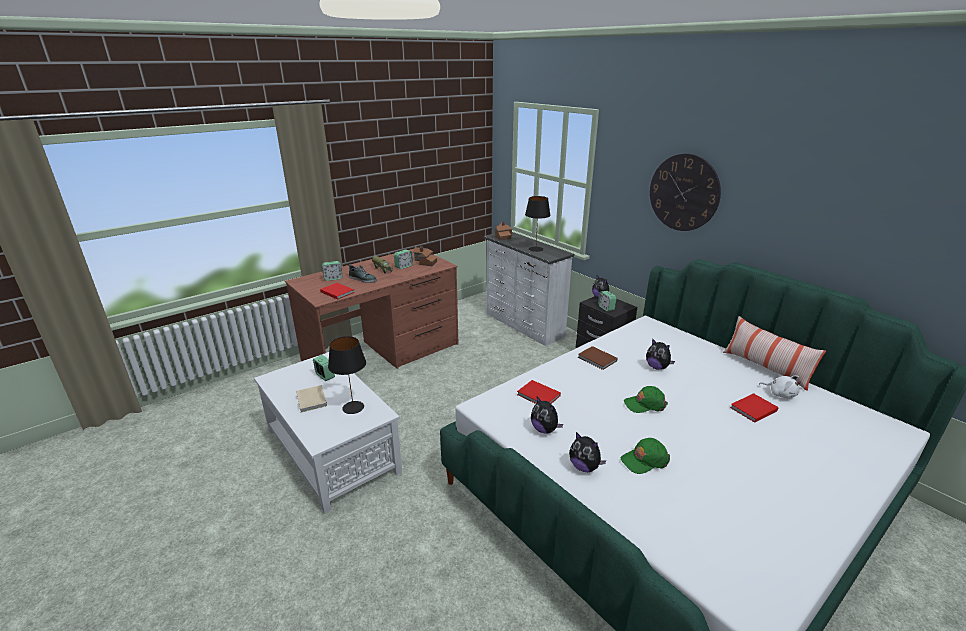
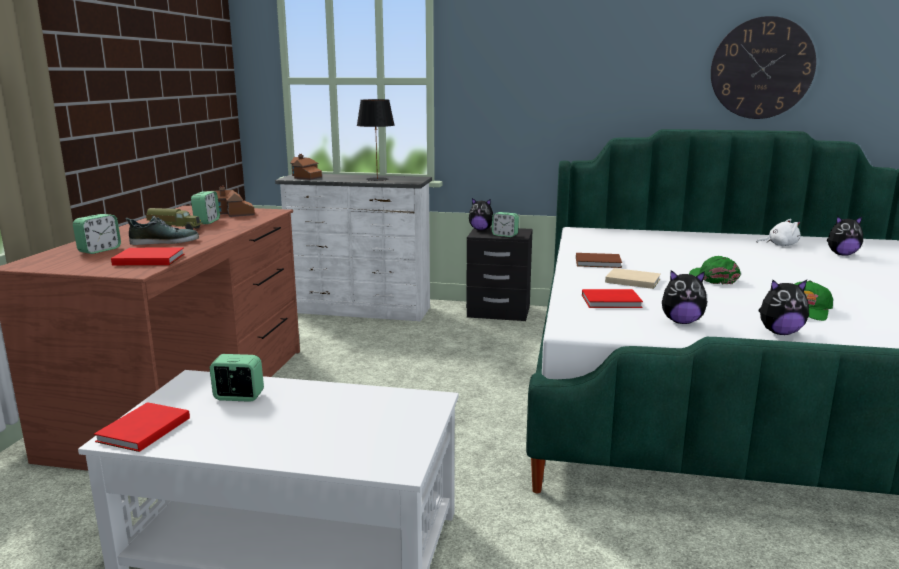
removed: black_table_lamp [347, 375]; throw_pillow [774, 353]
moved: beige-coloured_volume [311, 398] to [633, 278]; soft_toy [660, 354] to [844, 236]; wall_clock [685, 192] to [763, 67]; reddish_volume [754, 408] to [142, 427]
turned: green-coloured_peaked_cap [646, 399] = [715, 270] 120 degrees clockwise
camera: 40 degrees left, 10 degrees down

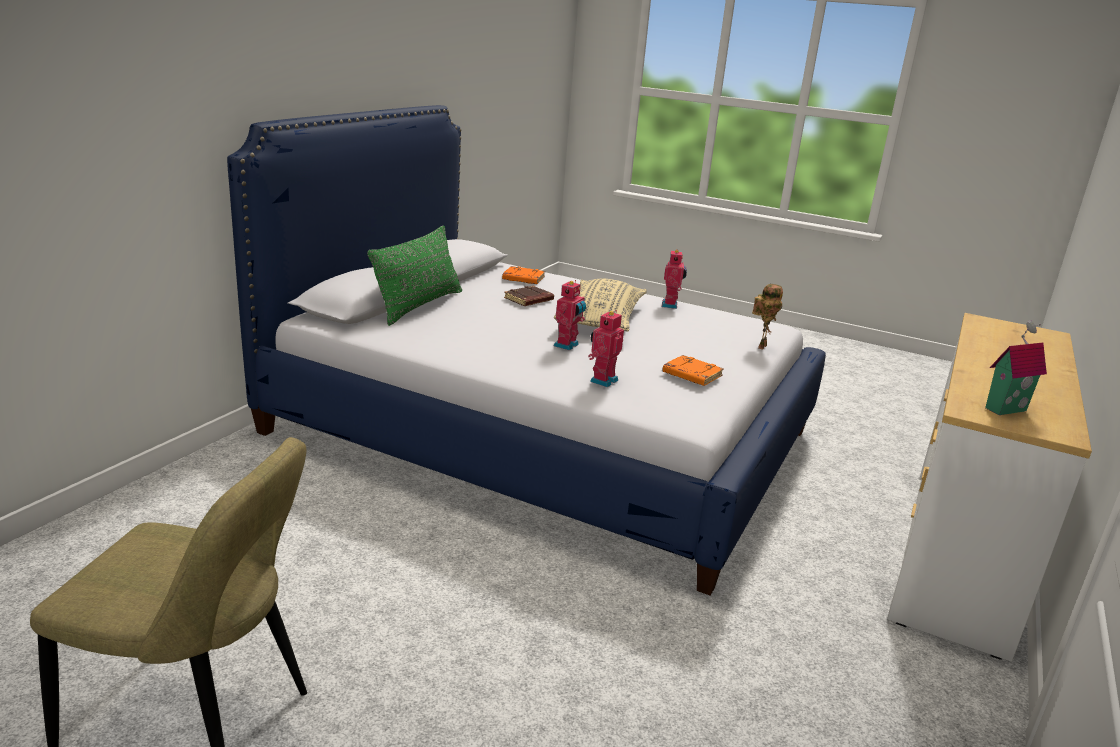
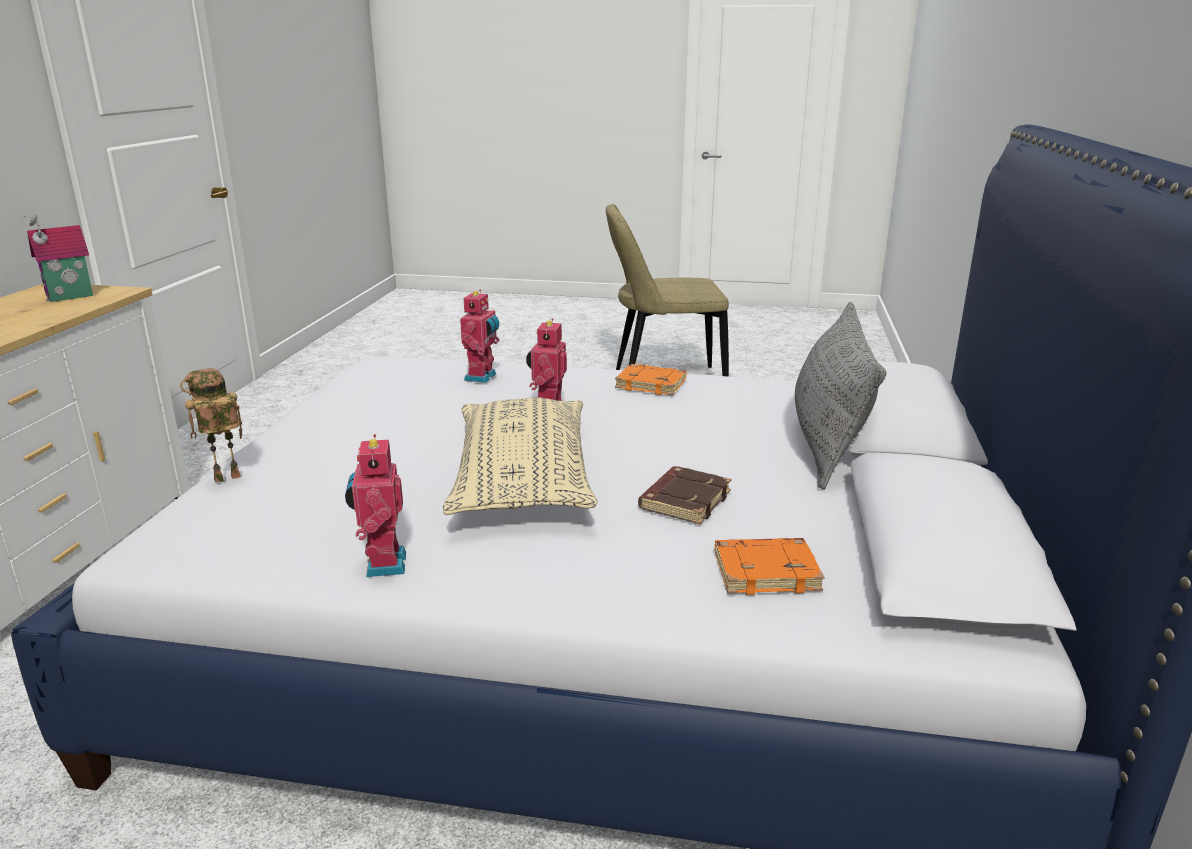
moved: orangey_volume [693, 370] to [651, 379]
recoloured: green-coloured_throw_pillow [414, 275] to gray_throw_pillow [840, 395]
turned: model_robot [767, 317] = [211, 425] 45 degrees clockwise
camera: 165 degrees right, 0 degrees up

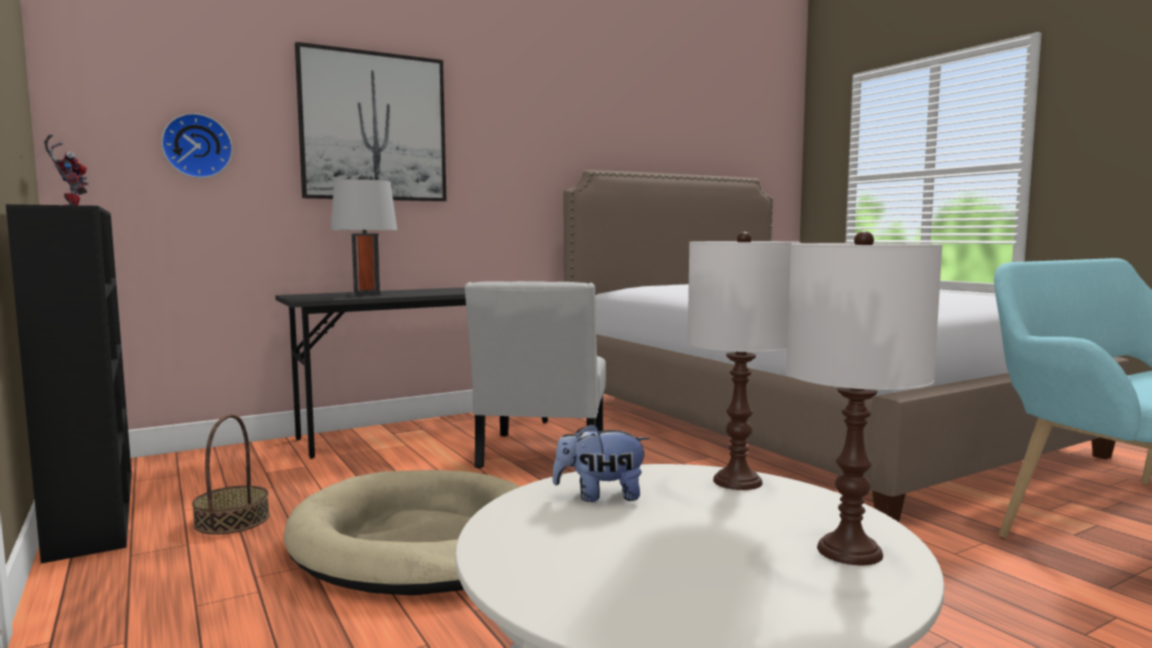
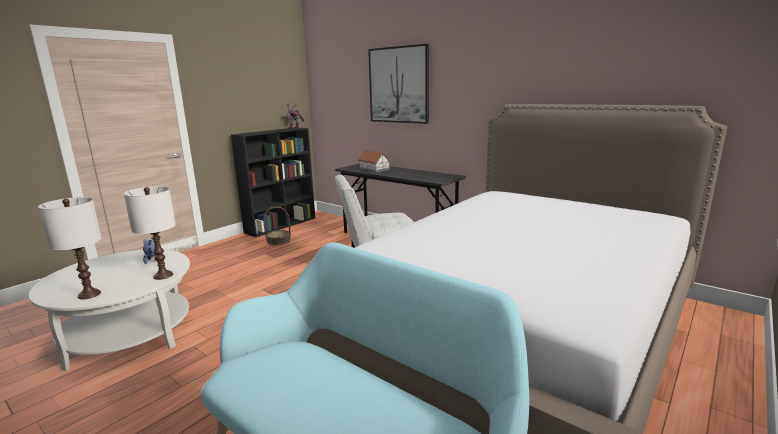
removed: wall_clock [197, 145]; beige-coloured_dog_cushion [402, 533]
replaced: gray_table_lamp [364, 235] to toy_house [374, 161]
camera: 70 degrees right, 10 degrees up

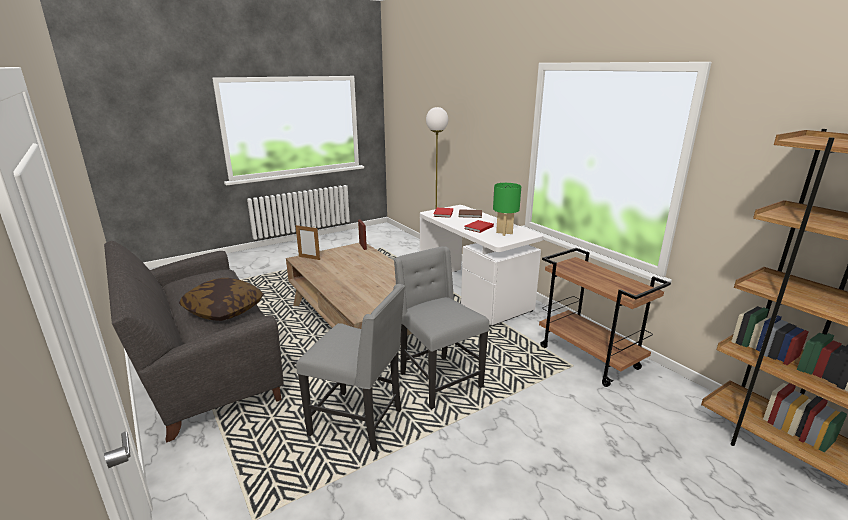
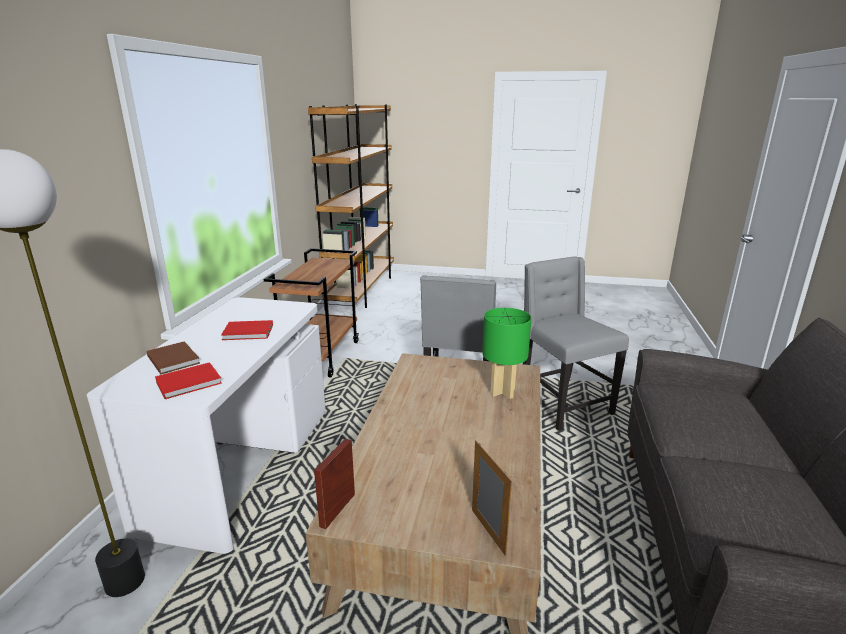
removed: throw_pillow [221, 299]
moved: green-coloured_table_lamp [507, 209] to [507, 353]
camera: 135 degrees left, 0 degrees up

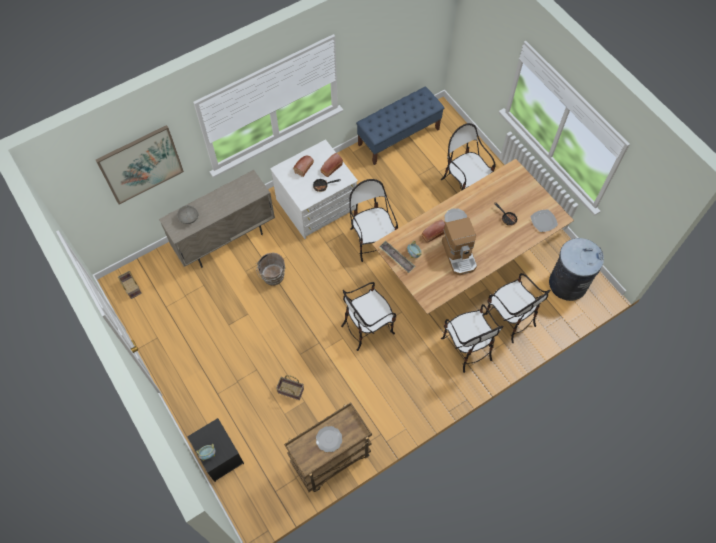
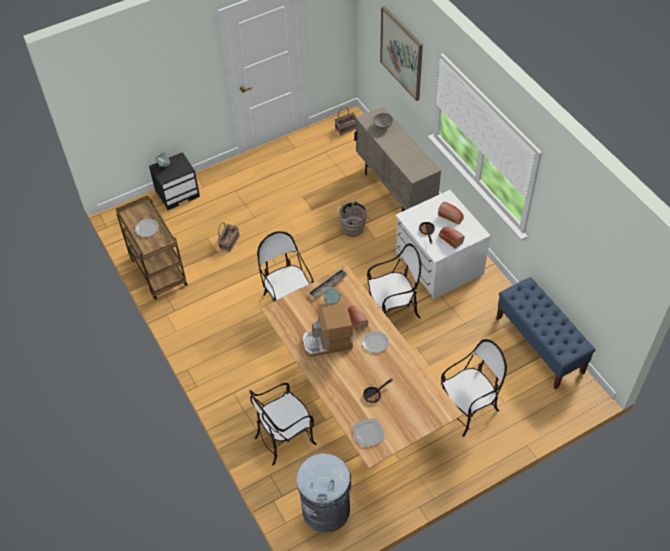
removed: plain_chair [472, 338]
camera: 95 degrees right, 10 degrees down

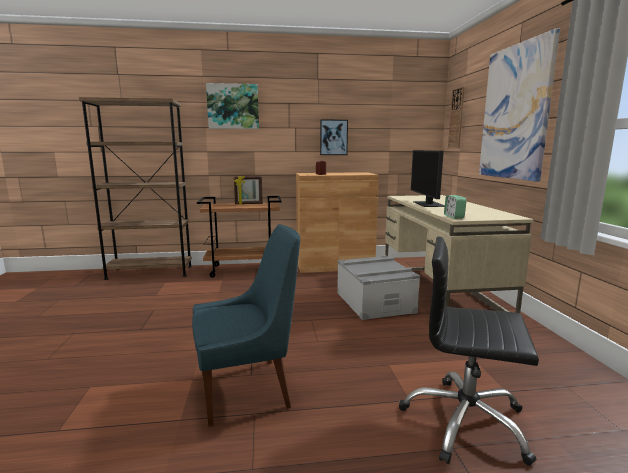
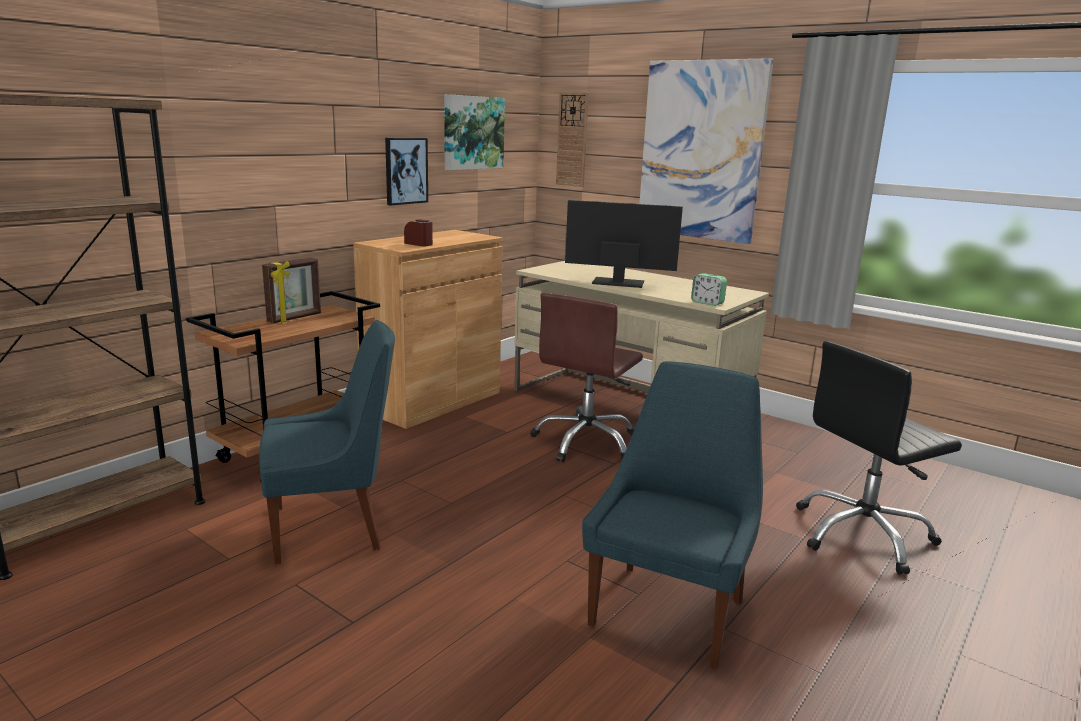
added: blue-coloured_plain_chair [327, 442]
moved: picture [232, 106] to [474, 132]
replaced: gray_storage_container [378, 288] to brown-coloured_computer_chair [586, 377]
turned: monitor [428, 178] = [624, 244] 150 degrees clockwise
camera: 45 degrees left, 5 degrees up

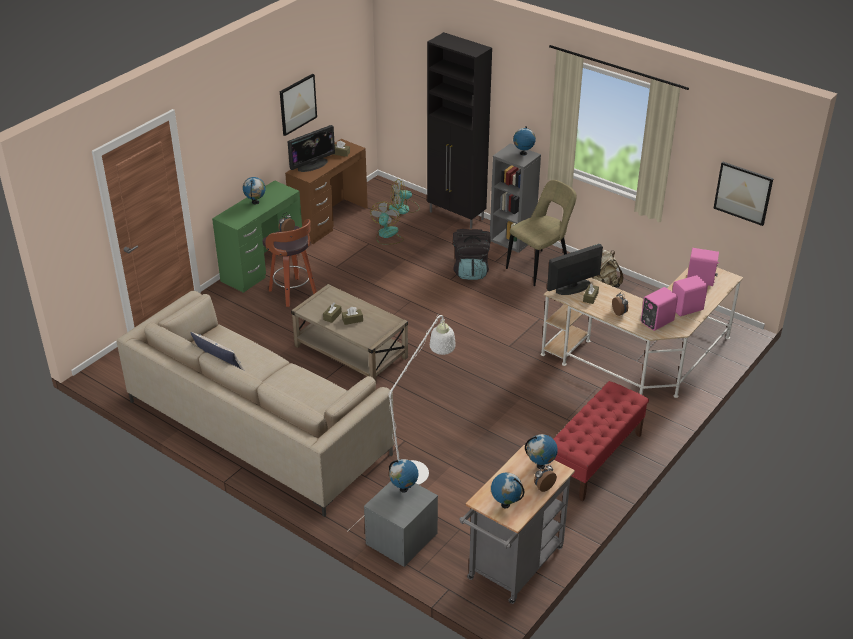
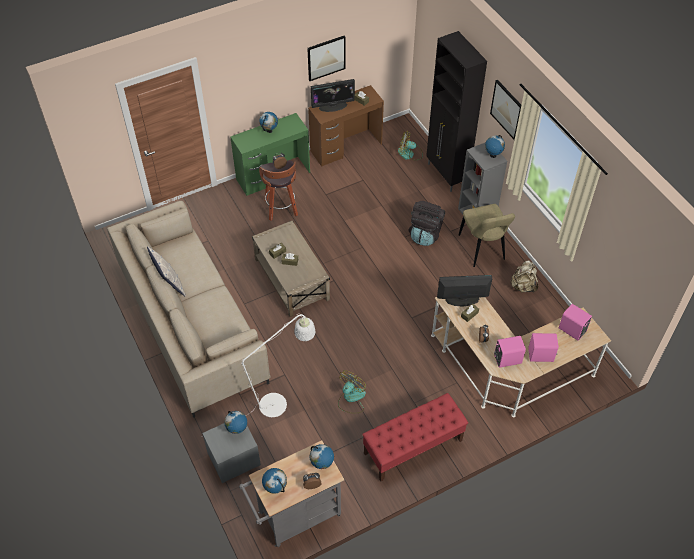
moved: fan [387, 223] to [352, 392]; picture [744, 194] to [505, 110]
turned: beige-coloured_plain_chair [541, 233] = [487, 235] 90 degrees clockwise
camera: 25 degrees right, 15 degrees up

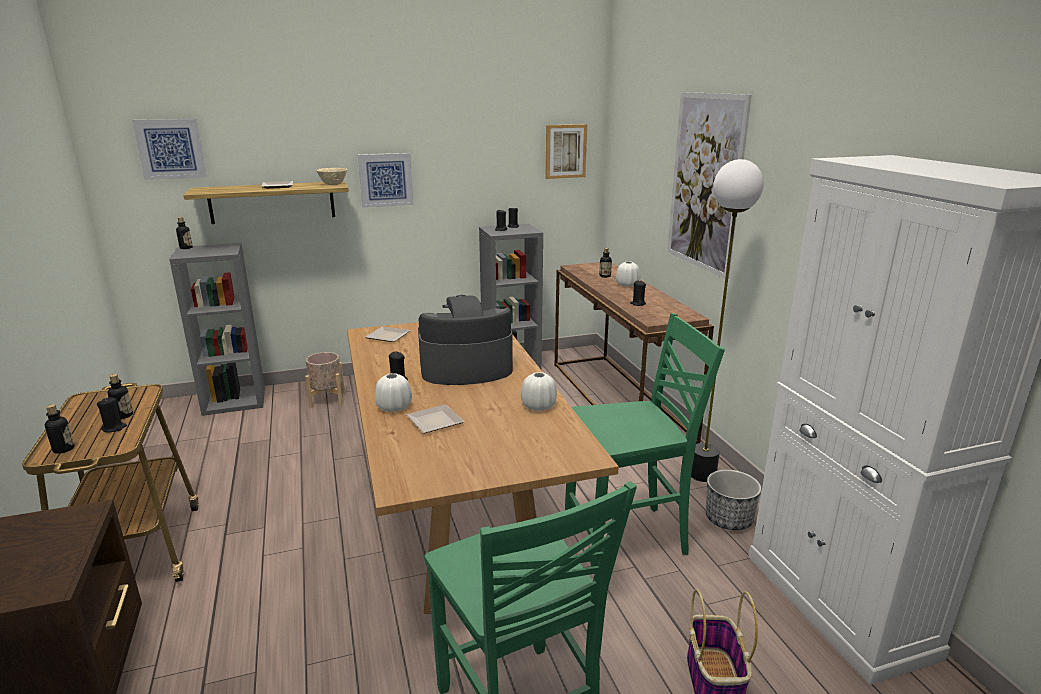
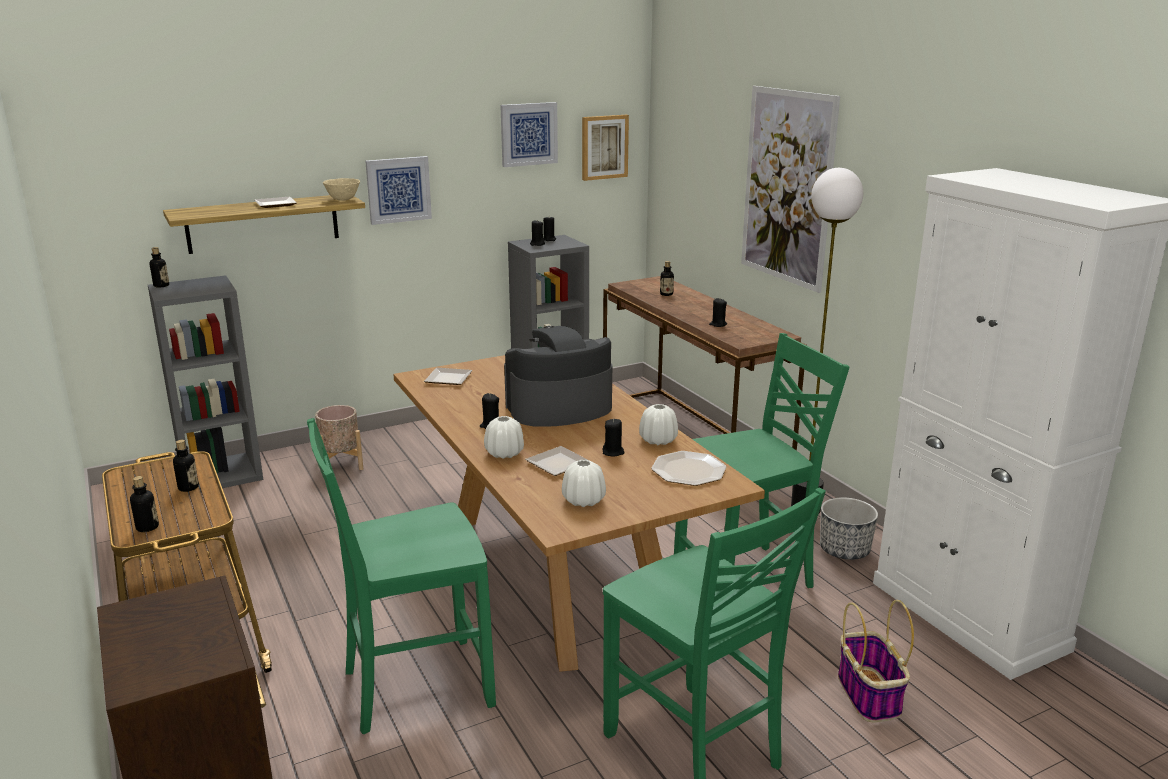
added: green-coloured_plain_chair [401, 576]; plate [688, 468]
moved: black_wax_light [112, 414] to [613, 437]; picture [169, 149] to [529, 134]; white-coloured_vase [628, 274] to [584, 483]
camera: 10 degrees left, 0 degrees up

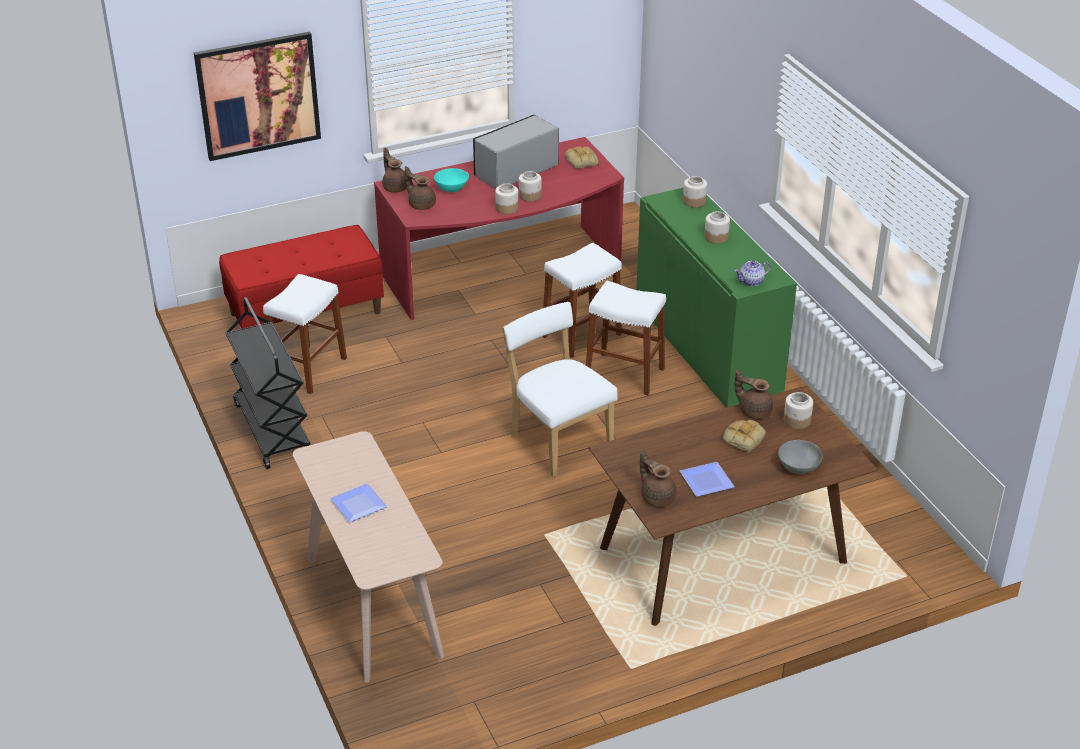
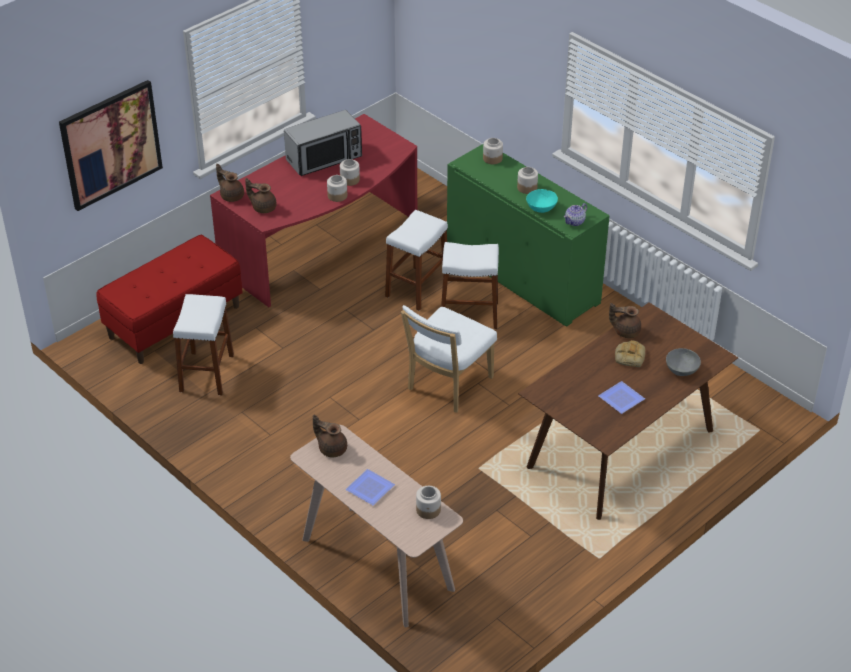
removed: black_wheeled_cart [268, 383]; baked_bread [581, 158]
moved: blue-green_serving_bowl [451, 180] to [542, 201]; brown-coloured_pot_for_tea [658, 478] to [330, 436]; preserve_jar [798, 410] to [428, 502]
turned: kitchen_microwave [516, 151] = [323, 143] 150 degrees counterclockwise; white-coloured_plain_chair [560, 389] = [449, 359] 90 degrees counterclockwise
camera: 20 degrees left, 5 degrees up

